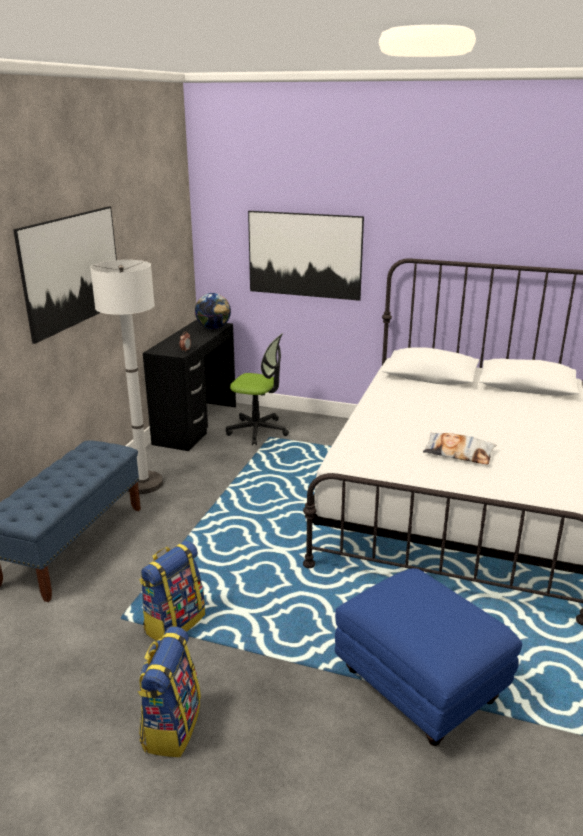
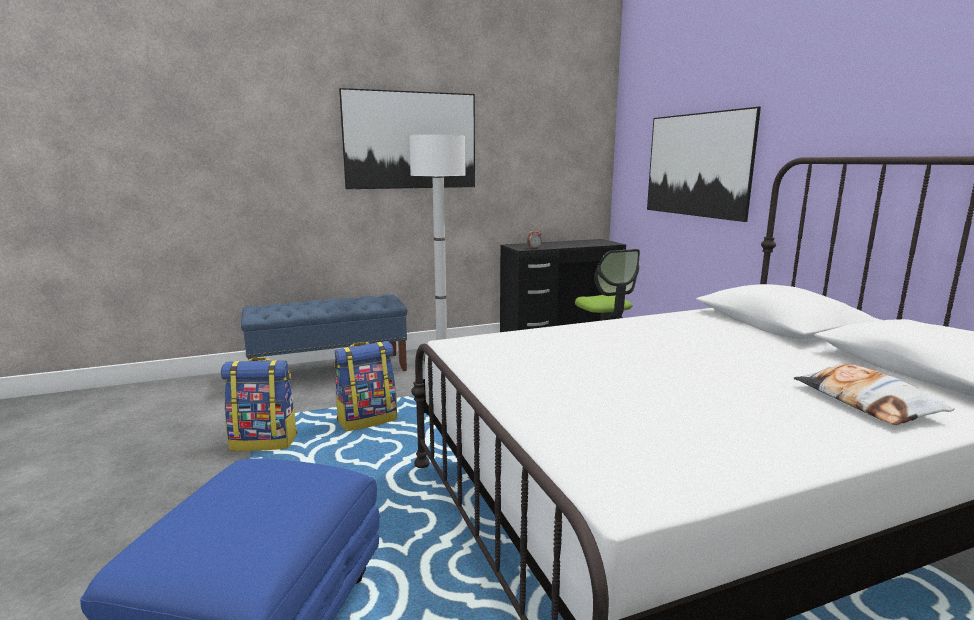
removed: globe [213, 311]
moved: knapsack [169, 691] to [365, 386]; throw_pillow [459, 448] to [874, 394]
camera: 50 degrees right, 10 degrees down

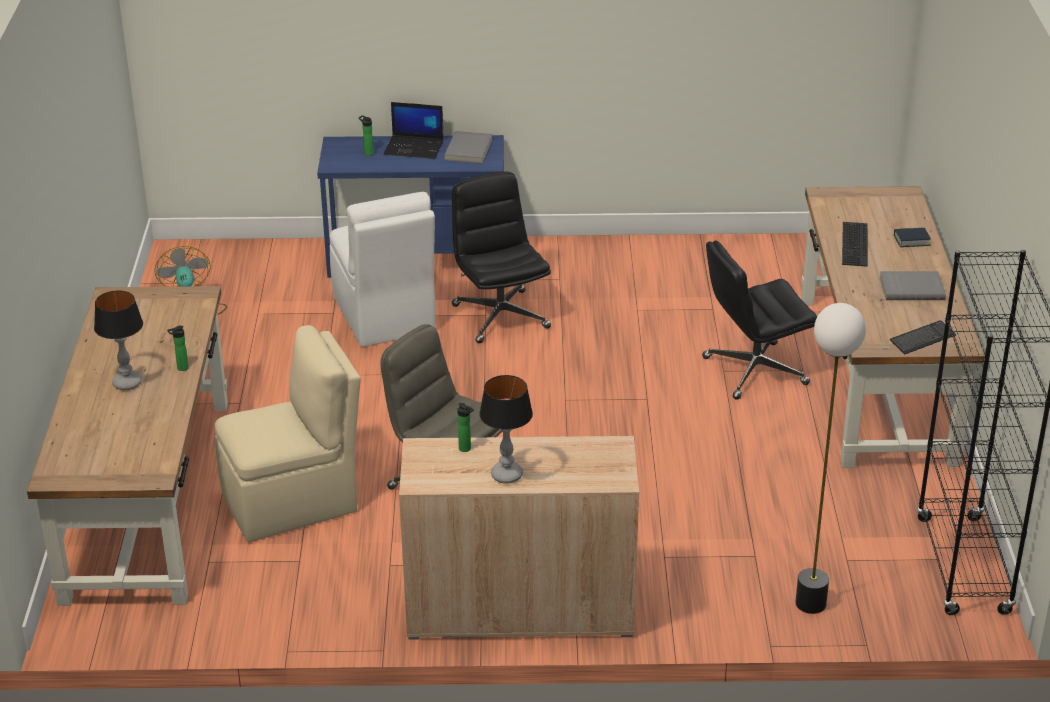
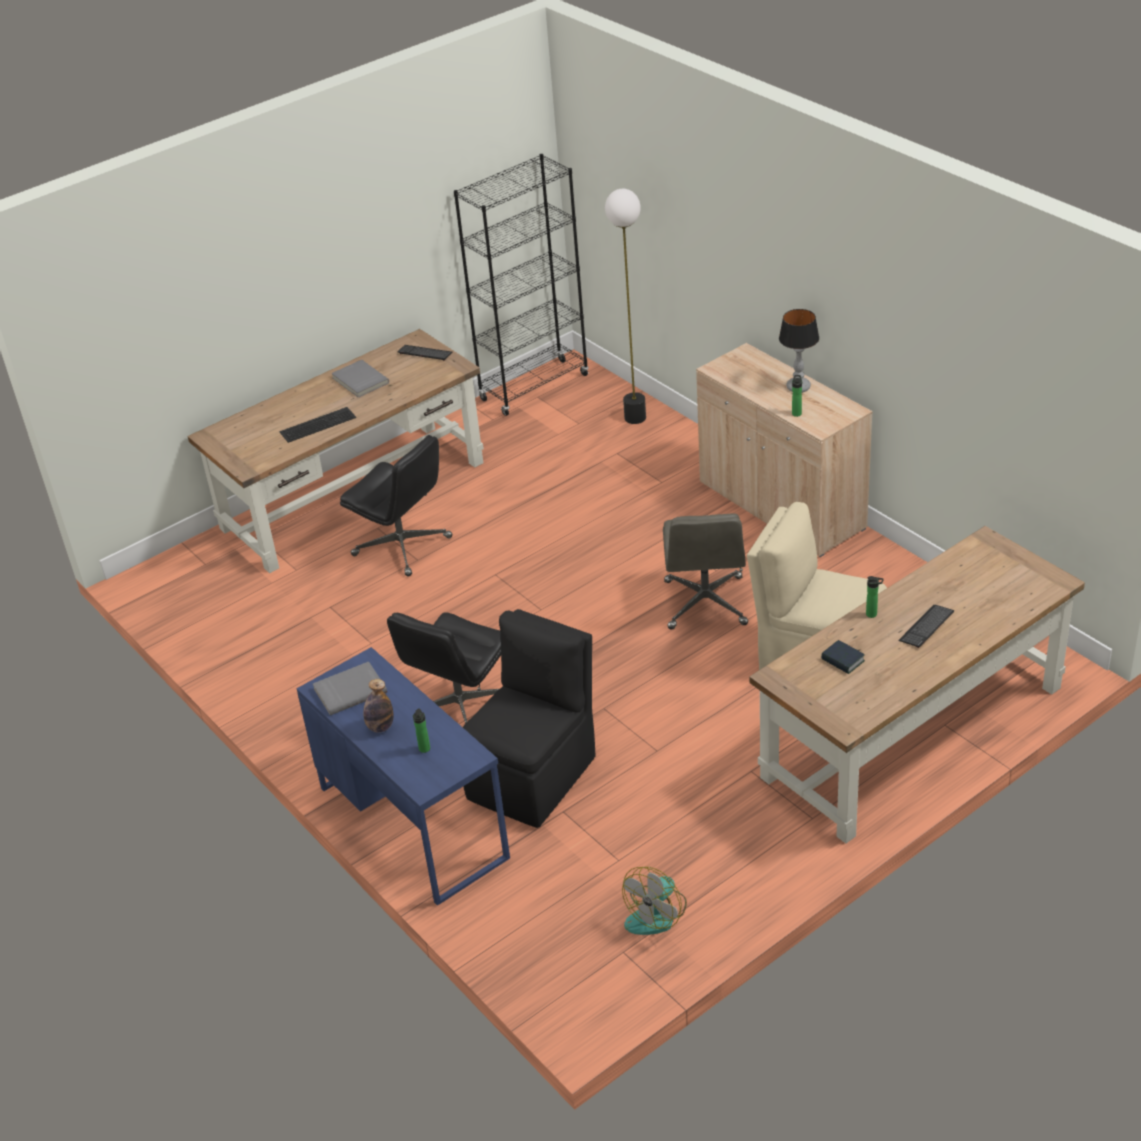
moved: volume [912, 237] to [843, 657]
replaced: table_lamp [118, 340] to keyboard [926, 626]; notebook_computer [413, 130] to beverage_bottle [378, 705]
recoloured: white-coloured_plain_chair [382, 269] to black_plain_chair [529, 718]
camera: 125 degrees left, 5 degrees up

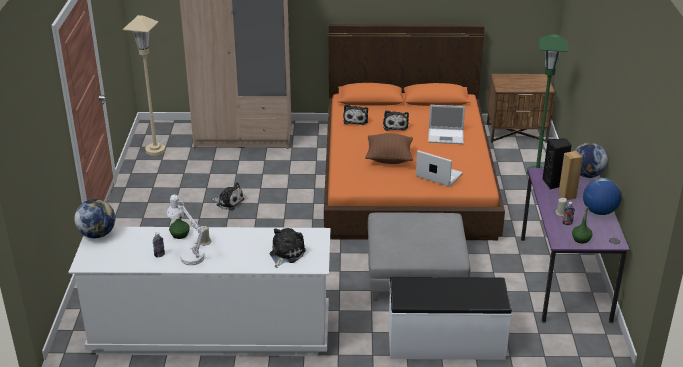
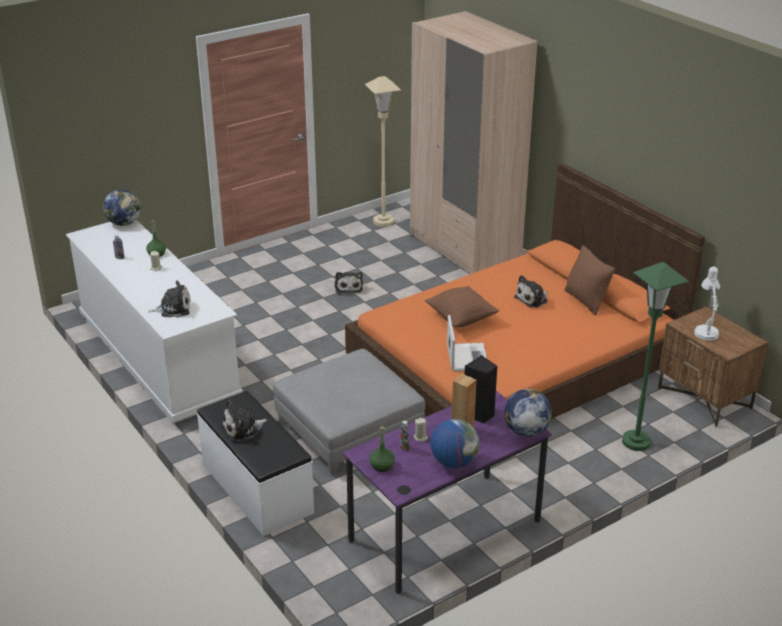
removed: notebook_computer [446, 124]
added: brown-coloured_throw_pillow [589, 280]
moved: white-coloured_table_lamp [186, 230] to [707, 304]; soft_toy [355, 114] to [244, 420]
camera: 55 degrees right, 0 degrees up

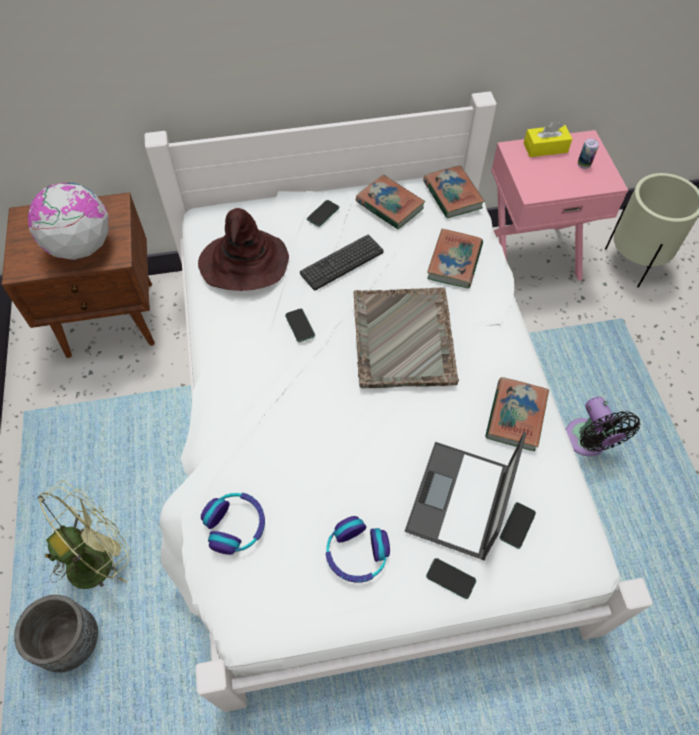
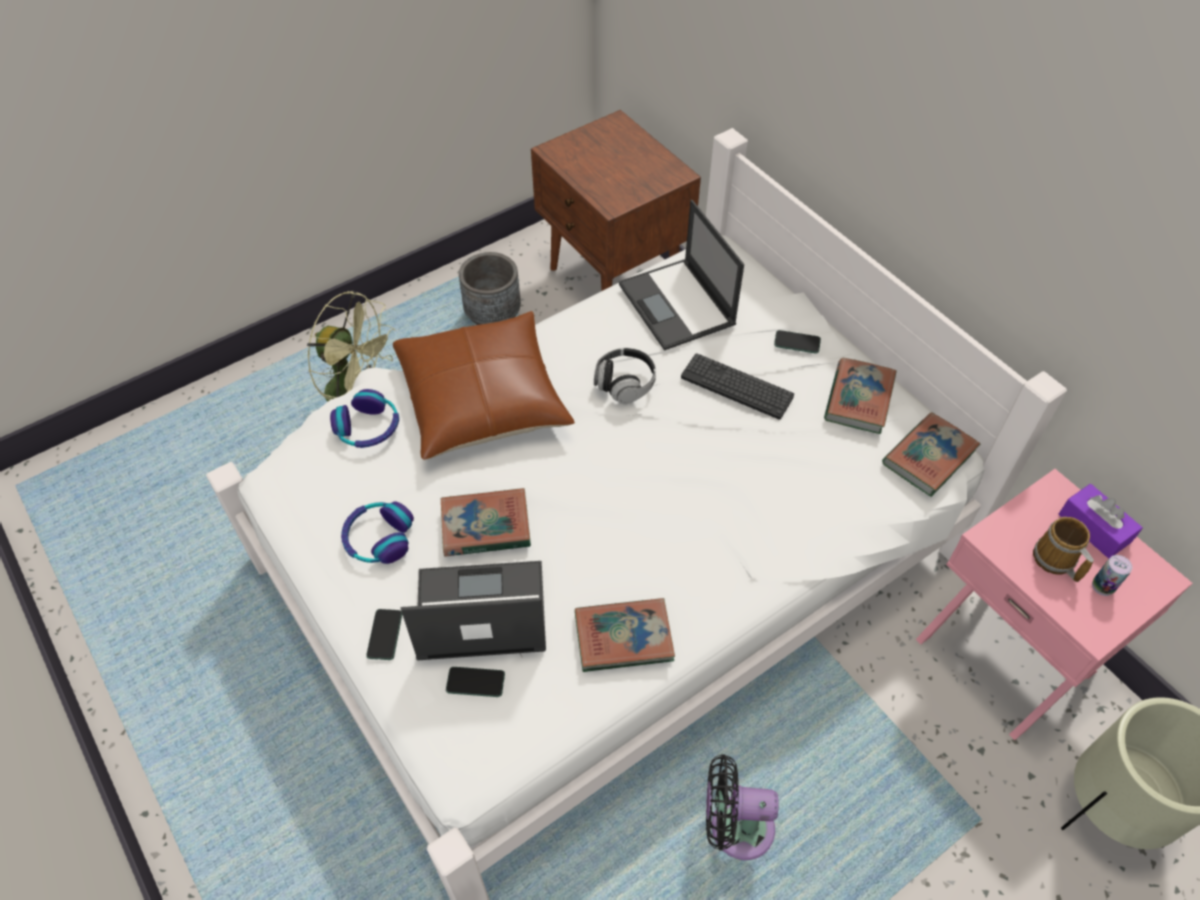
removed: globe [68, 221]; gray_tray [406, 337]
added: brown-coloured_throw_pillow [484, 385]; mug [1063, 549]
moved: gray_planter [56, 634] to [490, 288]; volume [455, 258] to [486, 522]
replaced: brown-coloured_wearable_hat [243, 249] to notebook_computer [681, 275]; handset [300, 325] to headset [625, 376]
recoloured: yellow-coloured_tissue_holder [548, 139] to purplish_tissue_holder [1101, 521]
turned: black_fan [603, 426] = [742, 807] 45 degrees clockwise
camera: 65 degrees right, 5 degrees down

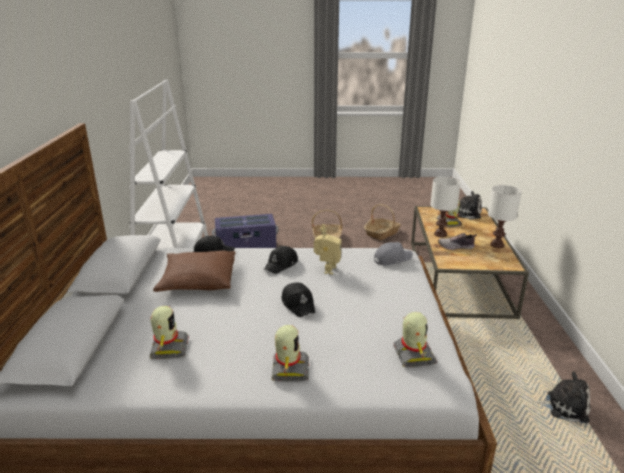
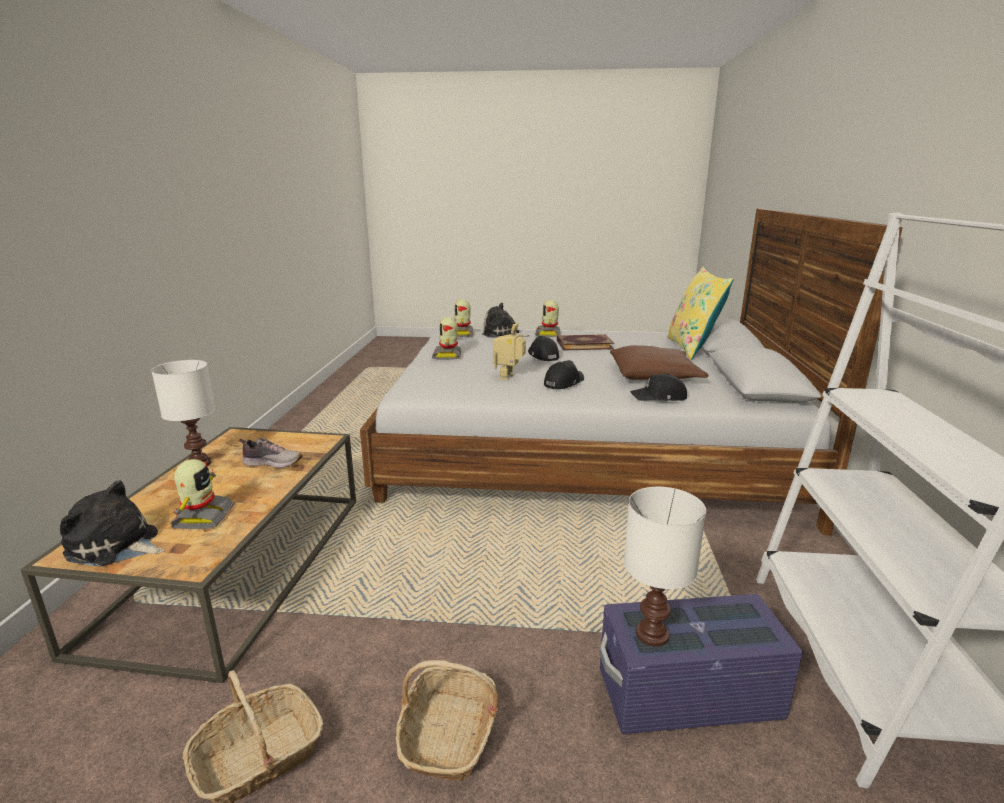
removed: gray_peaked_cap [393, 253]
added: volume [585, 342]; yellow-coloured_throw_pillow [700, 313]
moved: model_robot [169, 332] to [446, 338]; white-coloured_table_lamp [445, 207] to [665, 567]; soft_toy [561, 397] to [506, 320]
camera: 175 degrees left, 5 degrees down

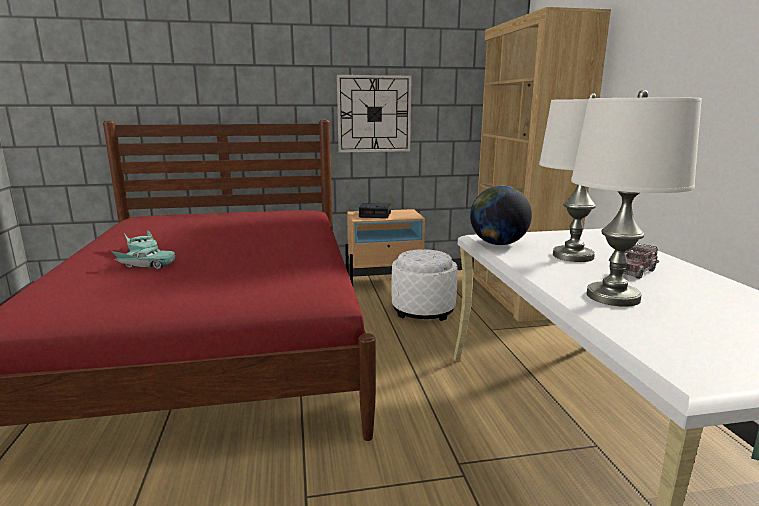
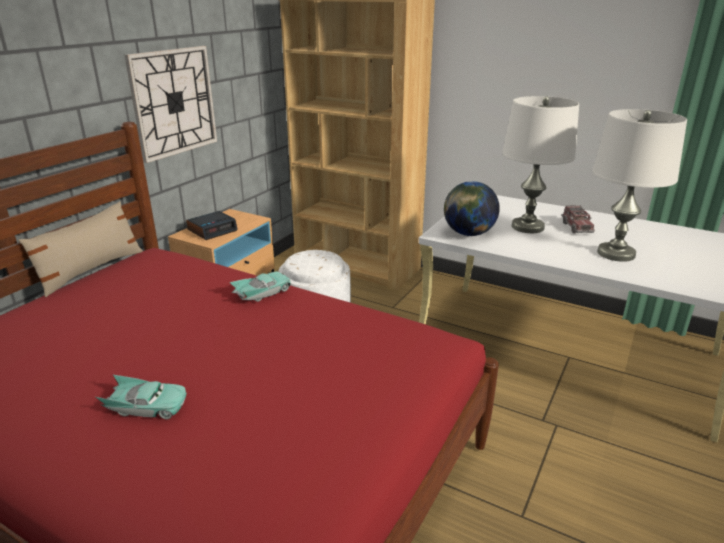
added: beige-coloured_throw_pillow [81, 249]
moved: blue-green_toy_car [143, 256] to [260, 287]
camera: 50 degrees left, 10 degrees up

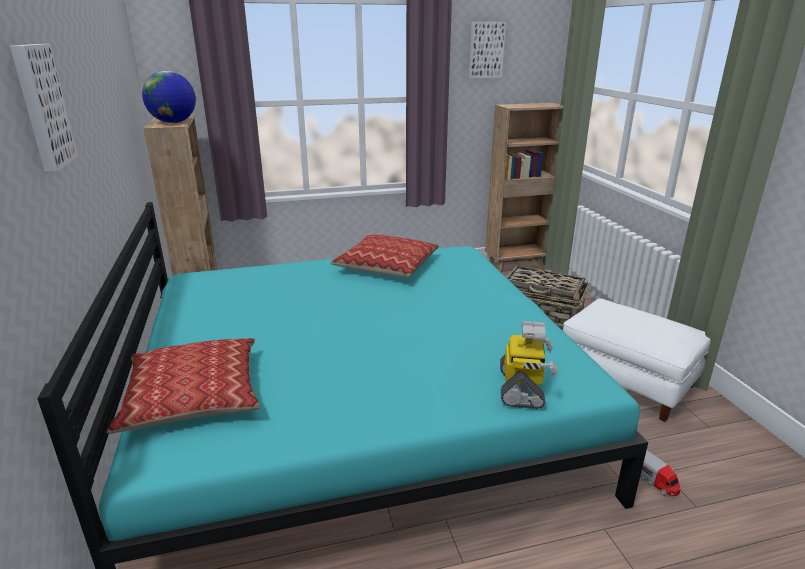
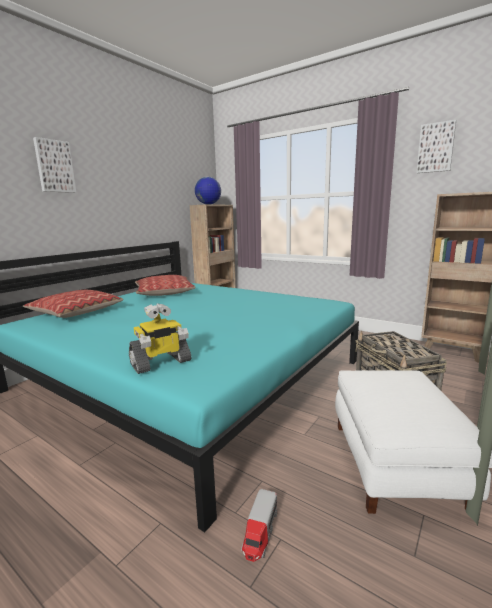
moved: throw_pillow [385, 256] to [165, 285]
camera: 50 degrees right, 10 degrees down

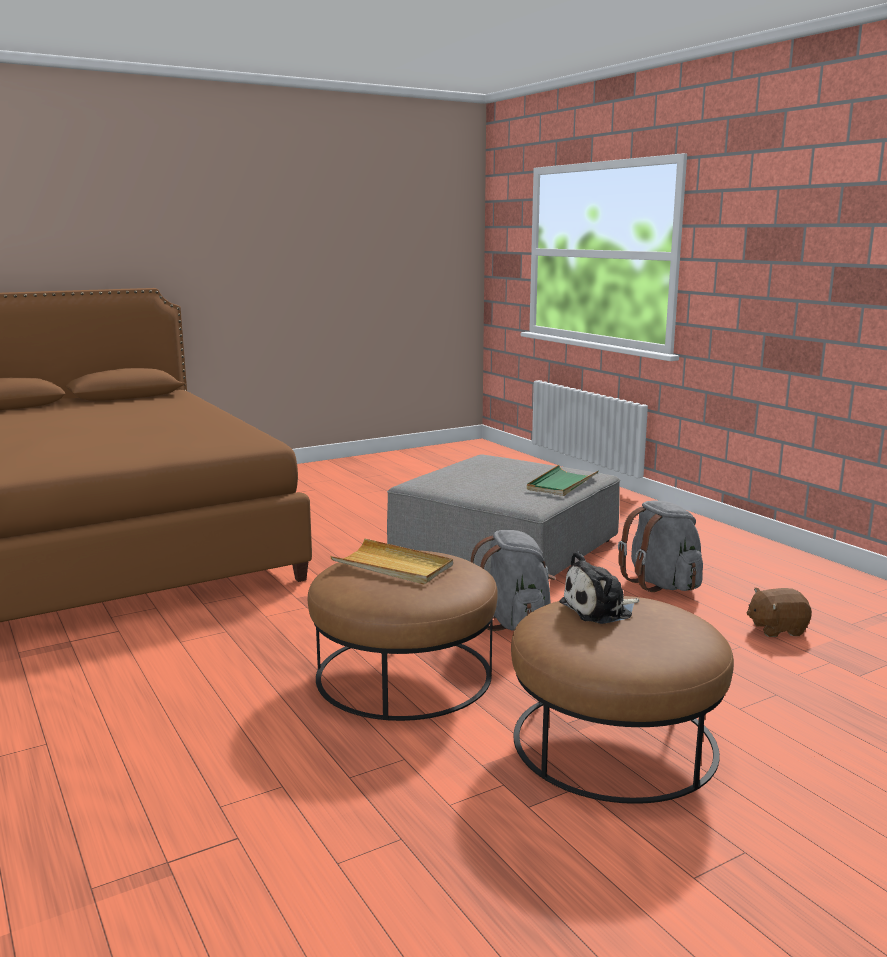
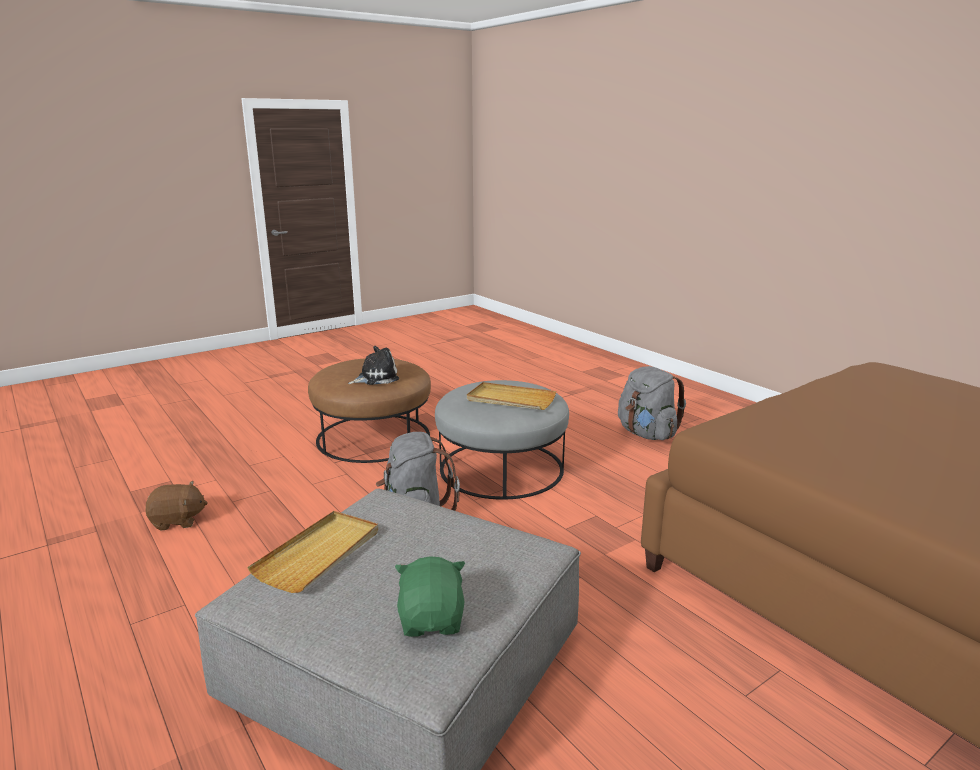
added: green-coloured_soft_toy [430, 597]
moved: gray_knapsack [660, 546] to [652, 403]
recoloured: brown-coloured_footrest [403, 635] to gray_footrest [502, 440]; green-coloured_tray [563, 480] to beige-coloured_tray [312, 552]
camera: 175 degrees right, 5 degrees up

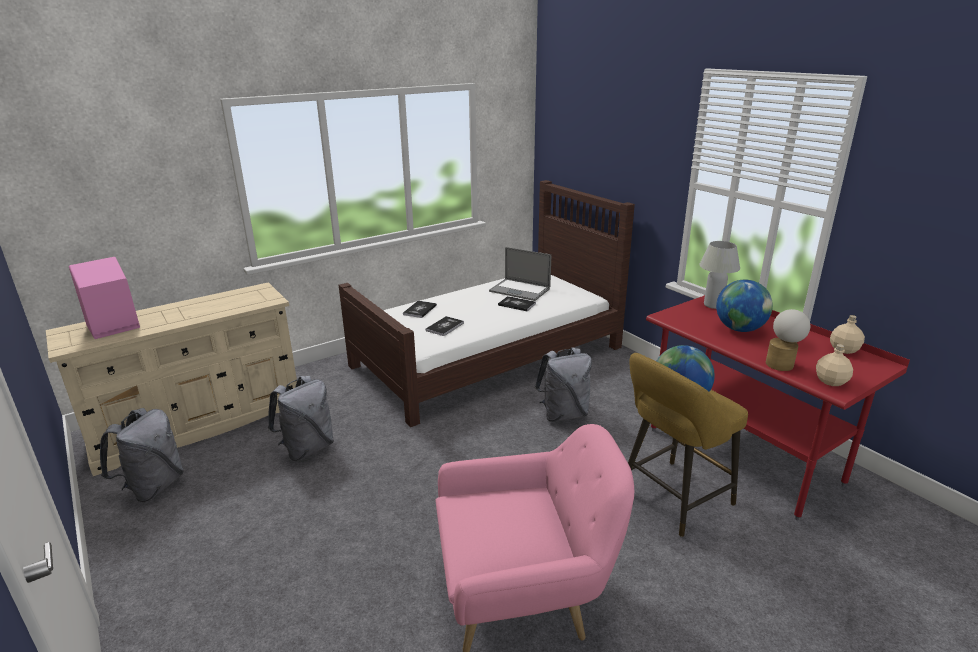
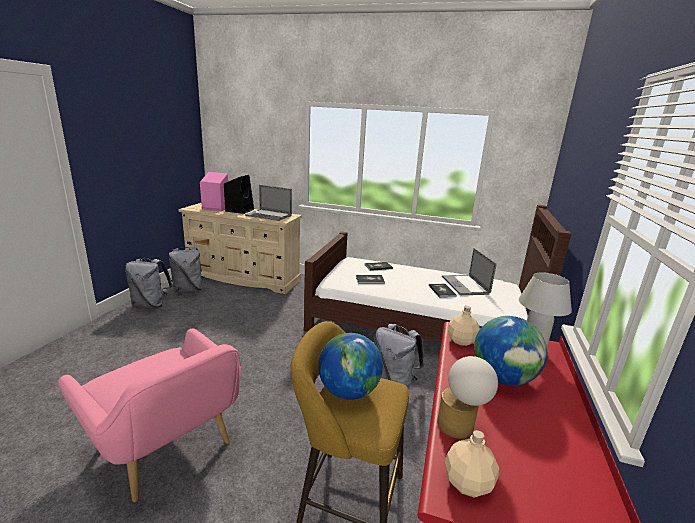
added: black_loudspeaker [239, 194]; notebook_computer [268, 203]
moved: gray_knapsack [301, 418] to [149, 283]; beige-coloured_beverage_bottle [847, 334] to [463, 326]
camera: 50 degrees right, 5 degrees down

